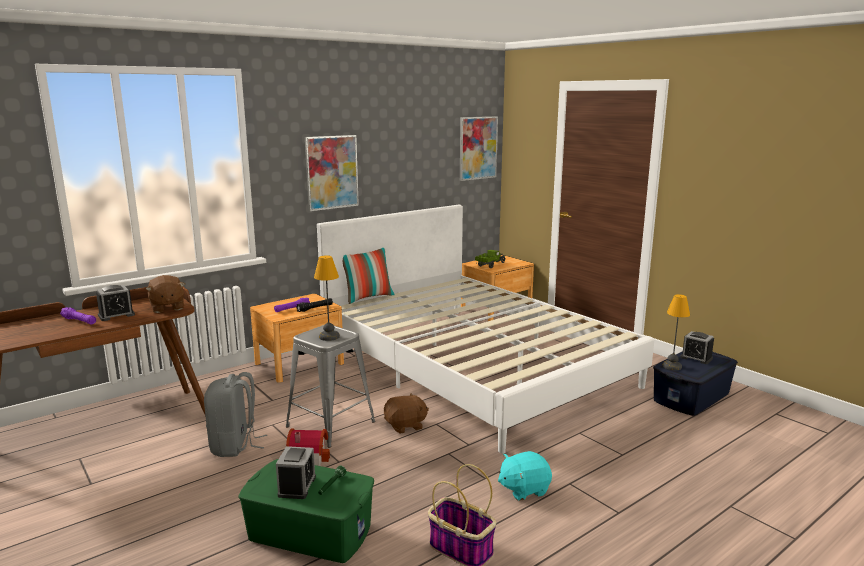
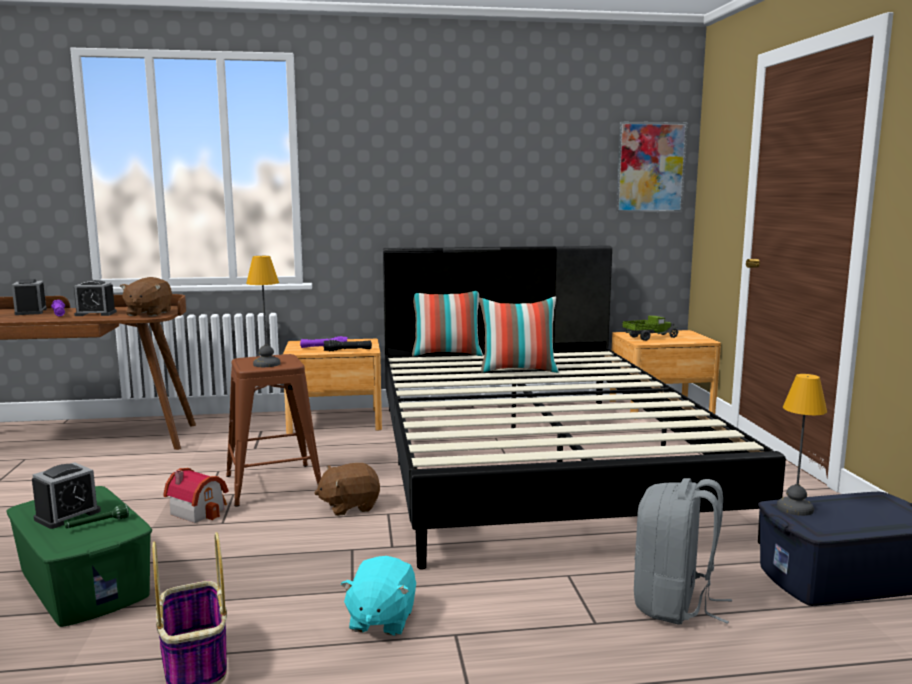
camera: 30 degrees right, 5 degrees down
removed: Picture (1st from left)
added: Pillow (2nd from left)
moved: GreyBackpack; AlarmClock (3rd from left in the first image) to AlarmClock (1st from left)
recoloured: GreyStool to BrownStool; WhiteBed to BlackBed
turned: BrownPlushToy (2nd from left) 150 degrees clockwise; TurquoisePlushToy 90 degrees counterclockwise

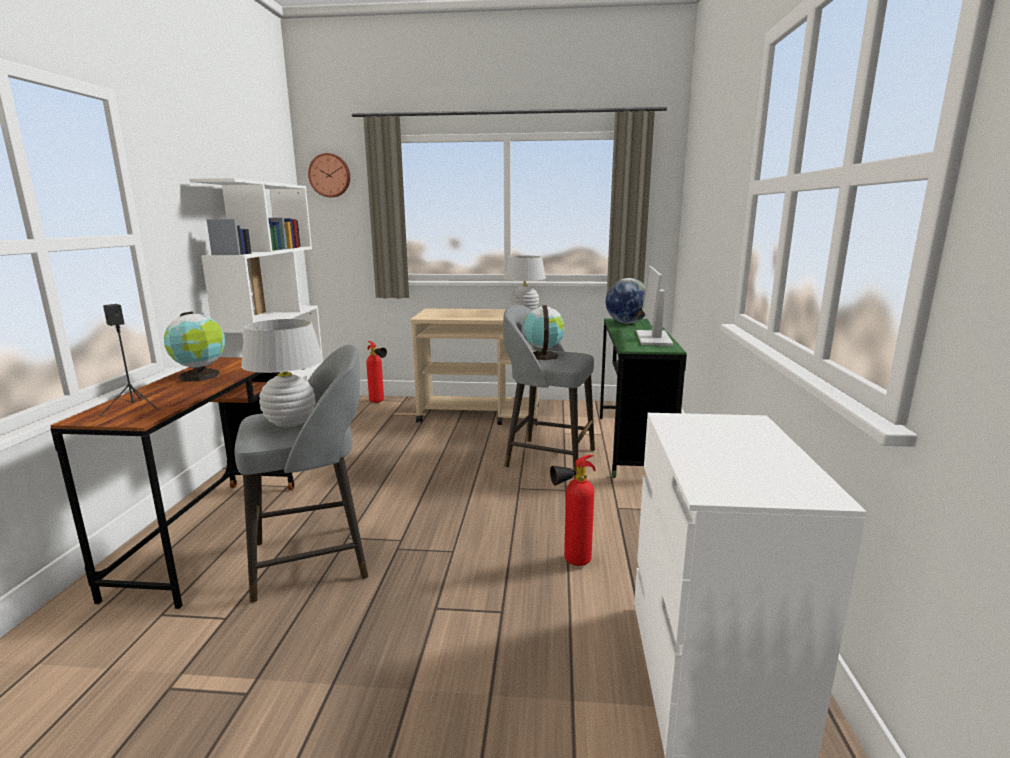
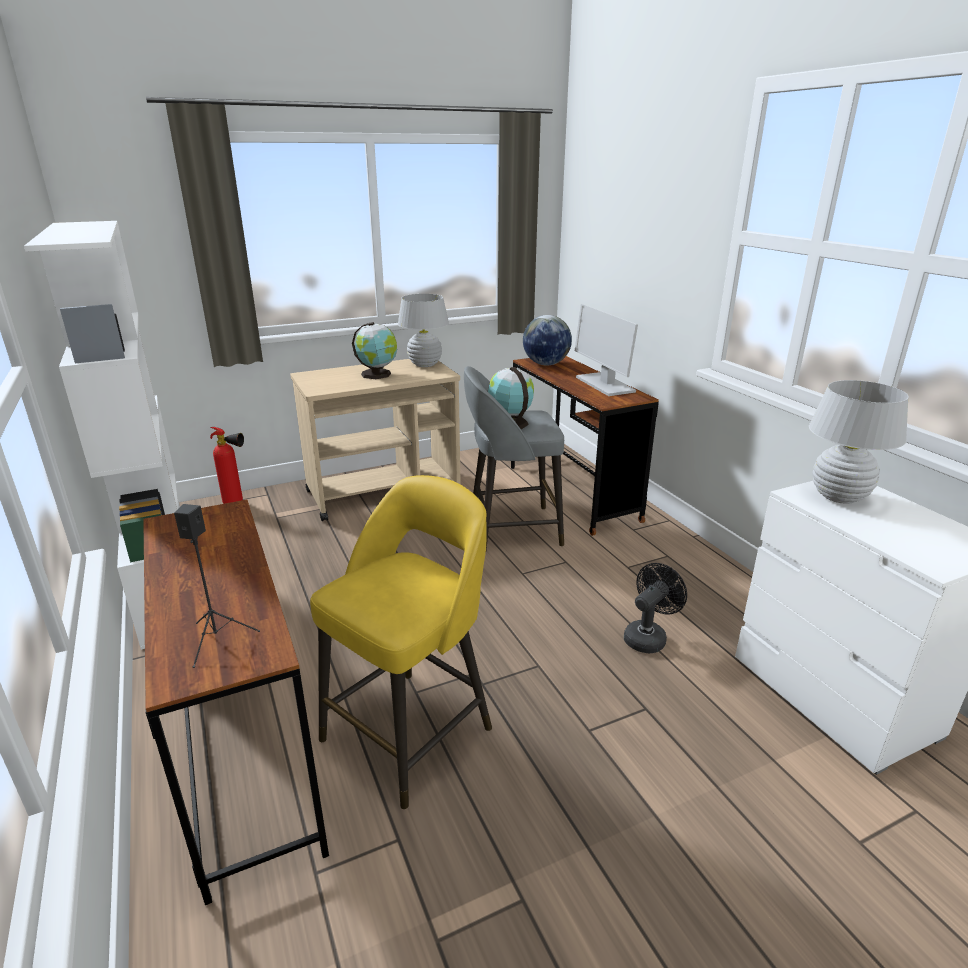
camera: 30 degrees left, 10 degrees up
removed: WallClock
moved: Globe (1st from left); WhiteTableLamp (1st from left in the first image) to WhiteTableLamp (2nd from left)
replaced: FireExtinguisher (2nd from left) to BlackFan
recoloured: GreyStool (1st from left) to YellowStool; GreenDesk to BrownDesk (2nd from left)

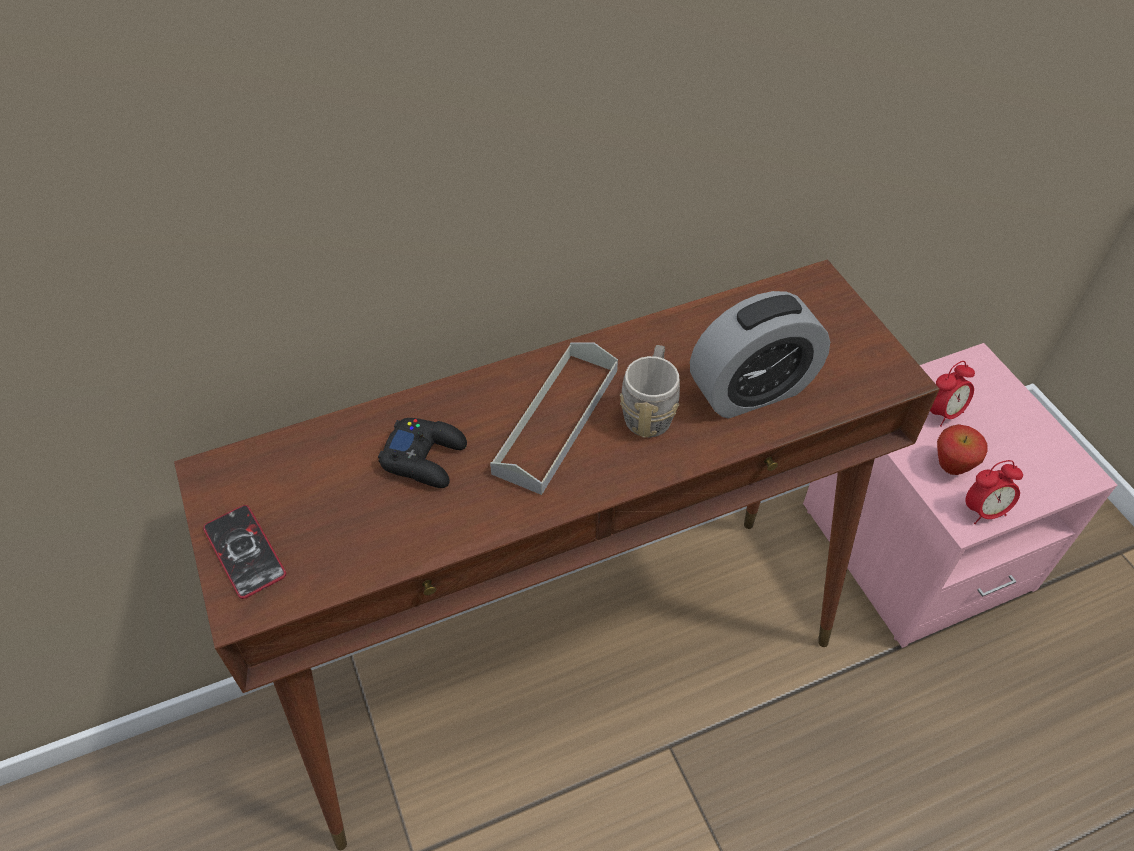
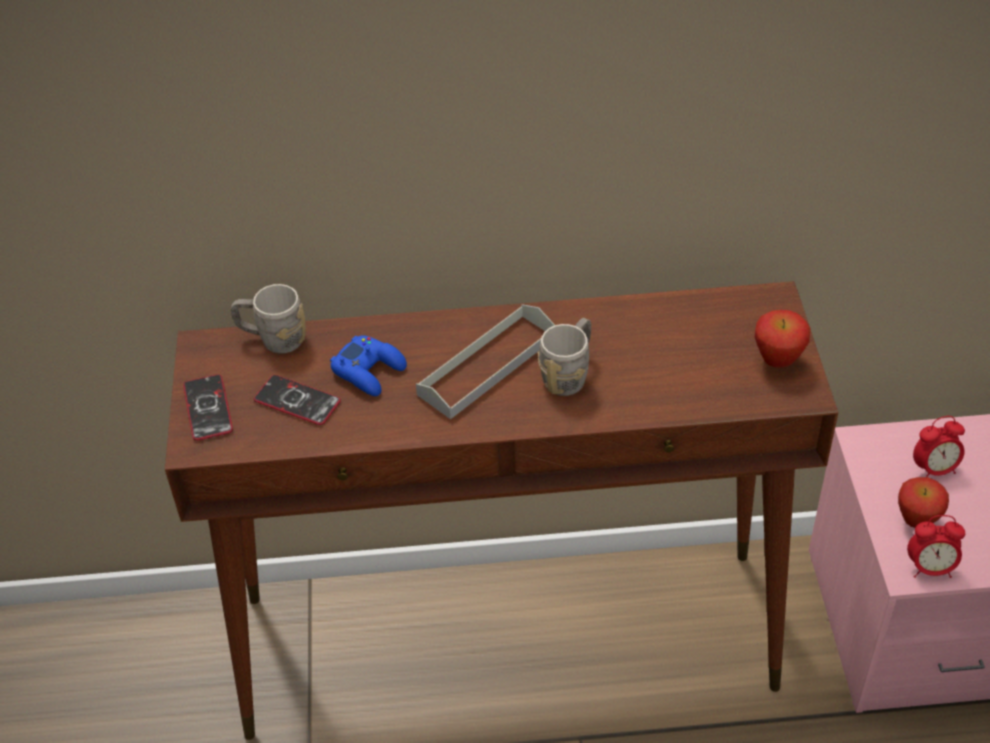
camera: 20 degrees right, 5 degrees down
removed: AlarmClock (1st from left)
added: GreyMug (1st from left); Phone (2nd from left); Apple (1st from left)
recoloured: BlackGameController to BlueGameController

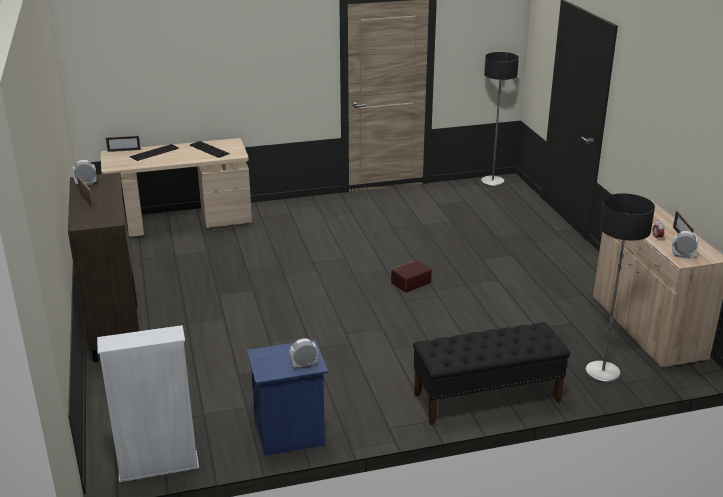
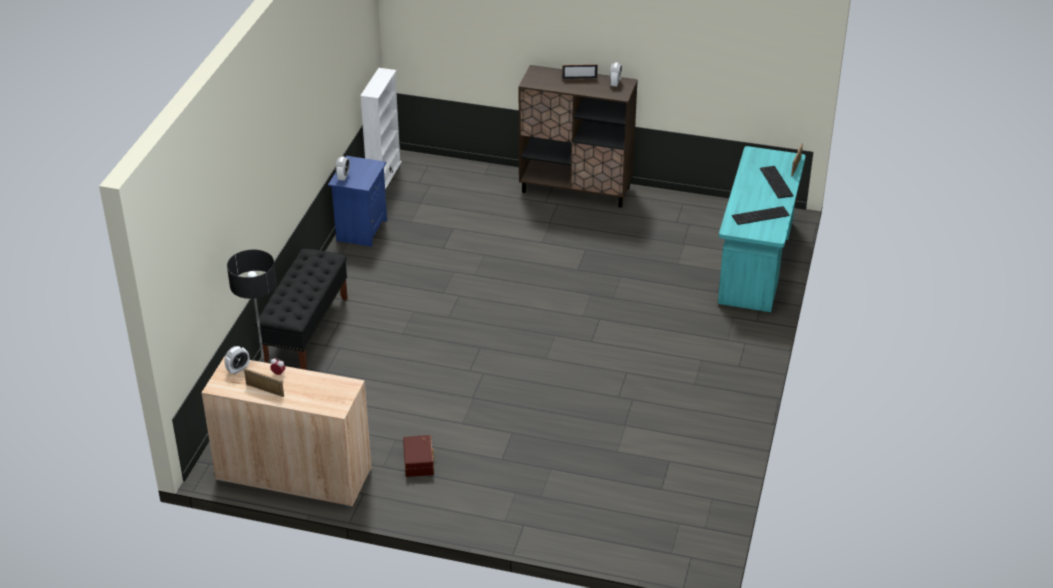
camera: 120 degrees right, 10 degrees up
removed: FloorLamp (1st from left)
moved: BrownStorageBox
recoloured: BeigeDesk to TurquoiseDesk

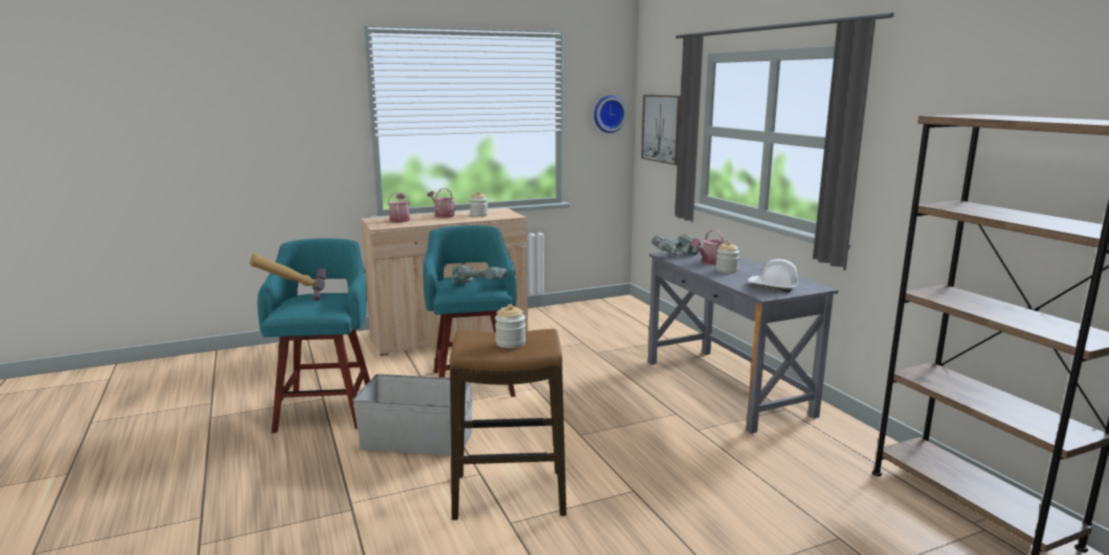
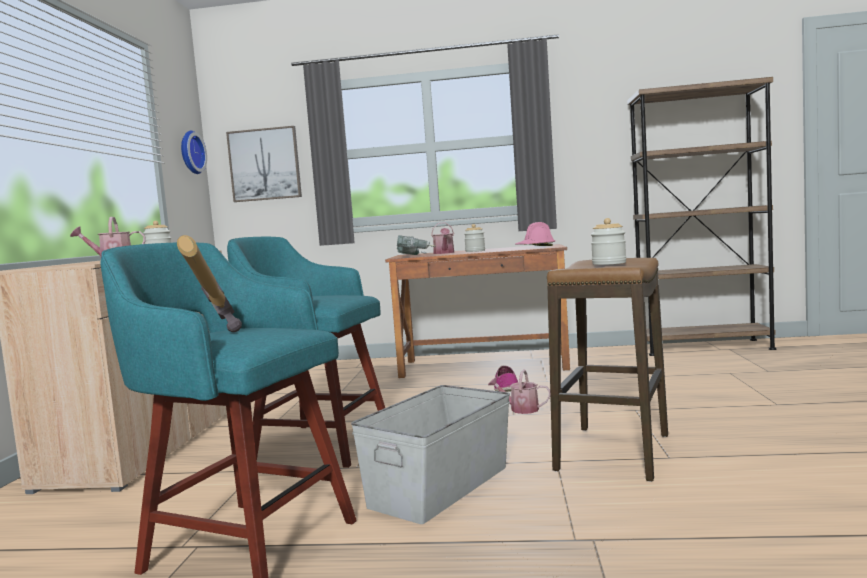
camera: 60 degrees left, 10 degrees down
removed: PowerDrill (1st from left)
added: Shoe
moved: WateringCan (1st from left in the first image) to WateringCan (3rd from left)
recoloured: GreyDesk to BrownDesk; WhiteHardHat to PinkHardHat

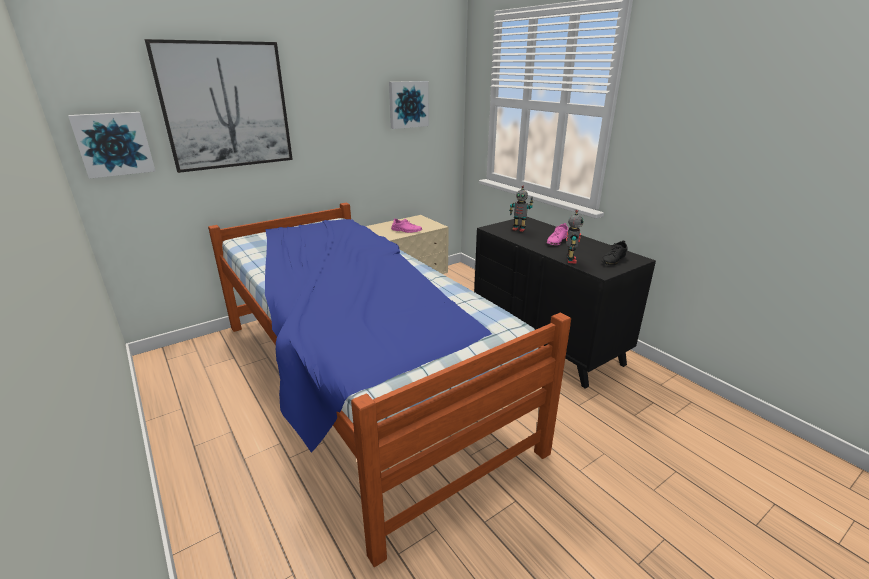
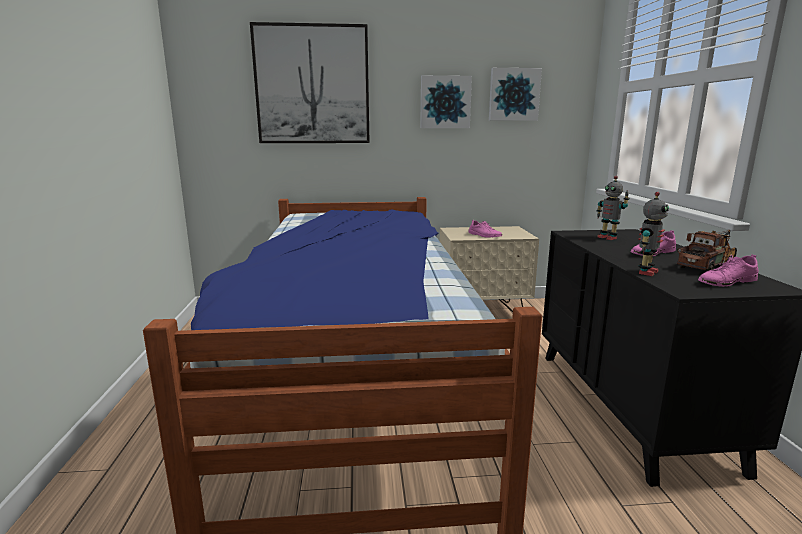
camera: 30 degrees right, 10 degrees down
added: ToyTruck
moved: Picture (1st from left in the first image) to Picture (2nd from left)
recoloured: BlackShoe to PinkShoe (3rd from left)

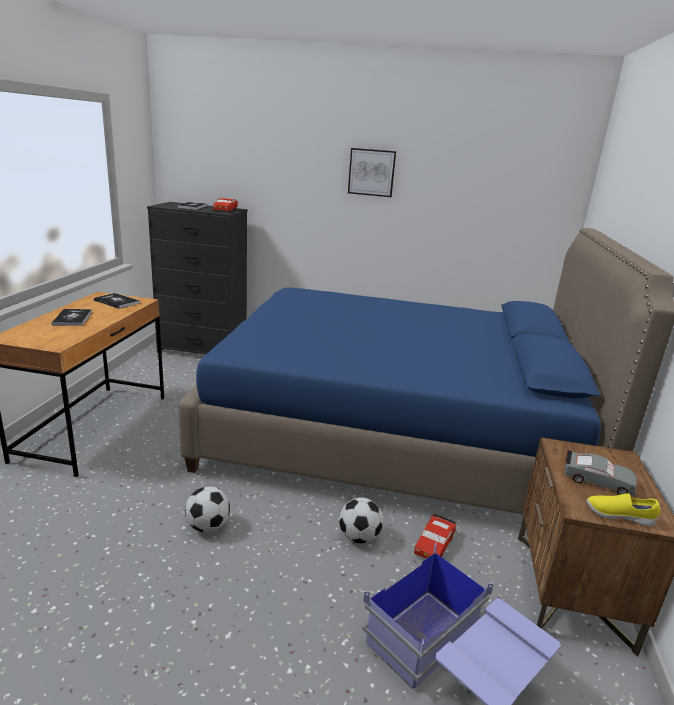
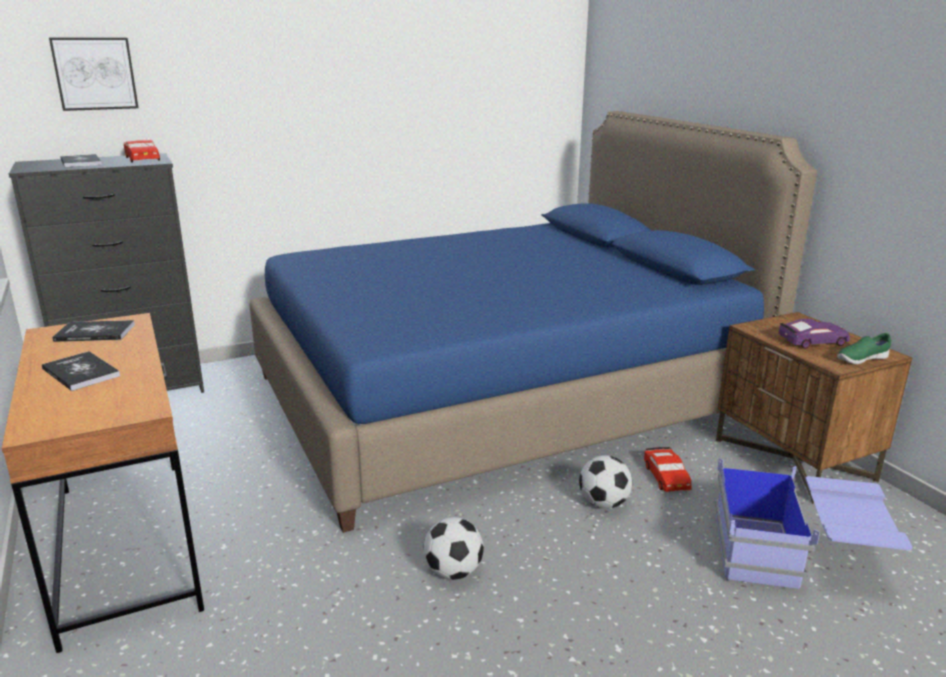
camera: 35 degrees left, 0 degrees up
moved: Picture
recoloured: GreyToyCar to PurpleToyCar; YellowShoe to GreenShoe

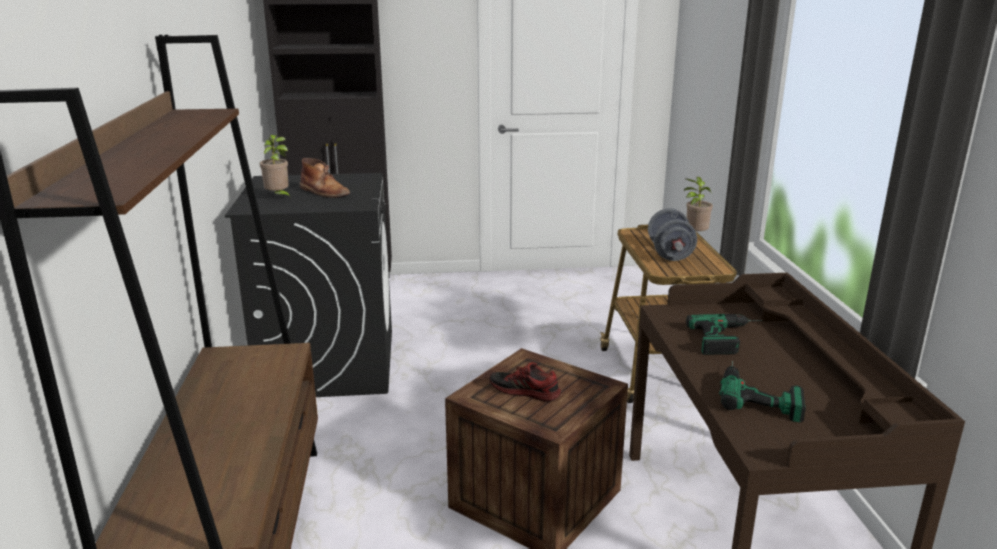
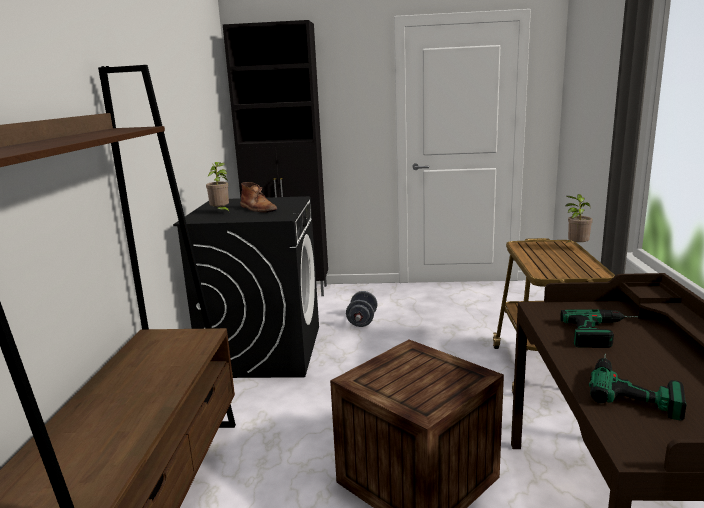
camera: 10 degrees right, 5 degrees down
removed: Shoe
moved: GreyDumbbell

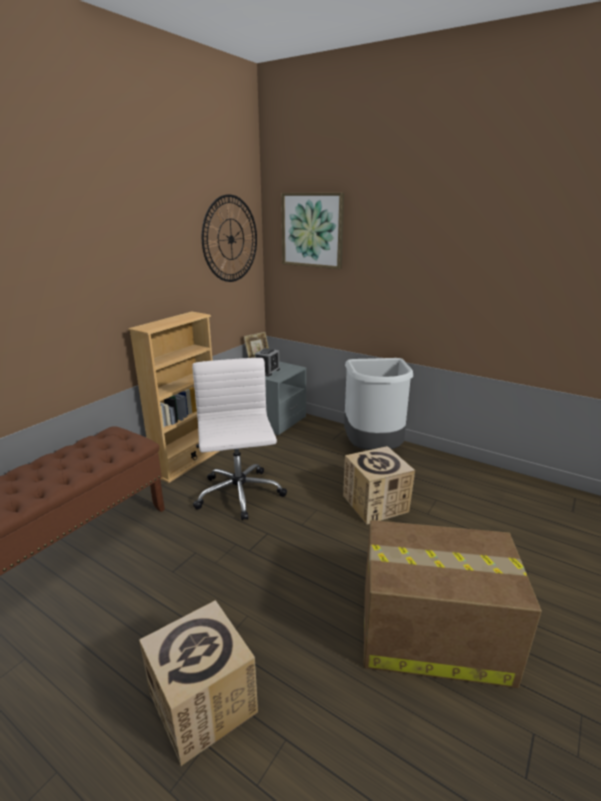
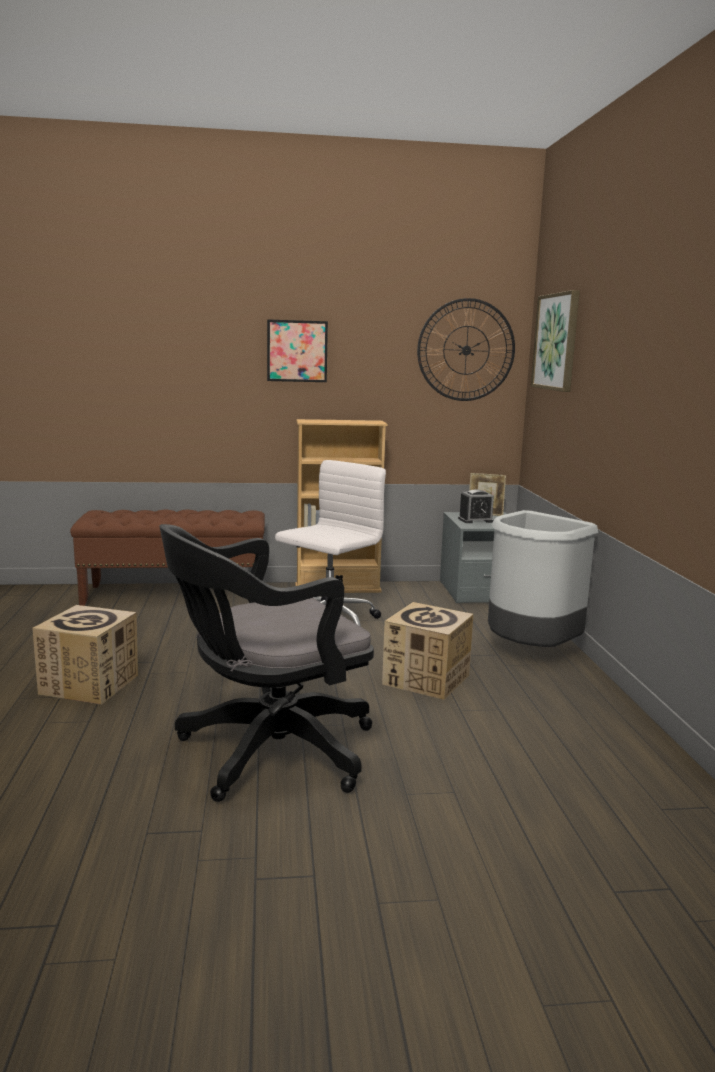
camera: 50 degrees right, 10 degrees down
added: Picture (1st from left)
replaced: CardboardBox (3rd from left) to BlackOfficeChair

